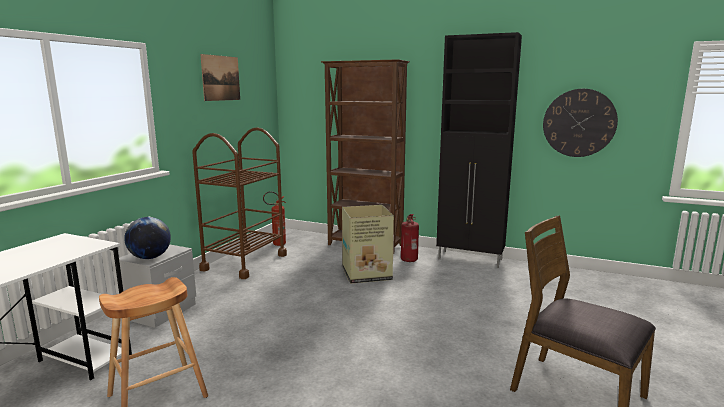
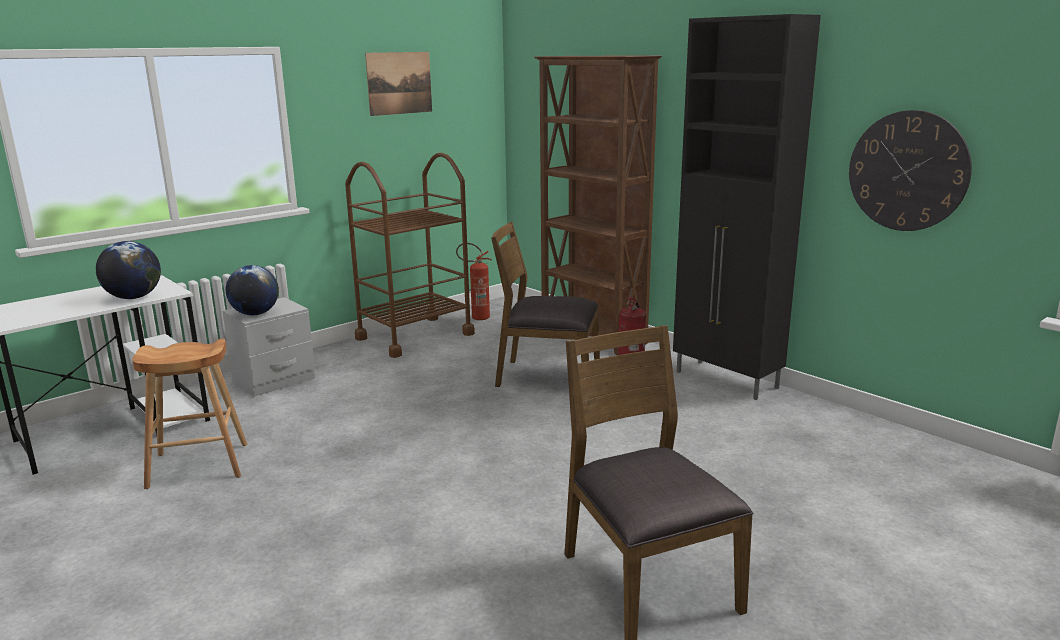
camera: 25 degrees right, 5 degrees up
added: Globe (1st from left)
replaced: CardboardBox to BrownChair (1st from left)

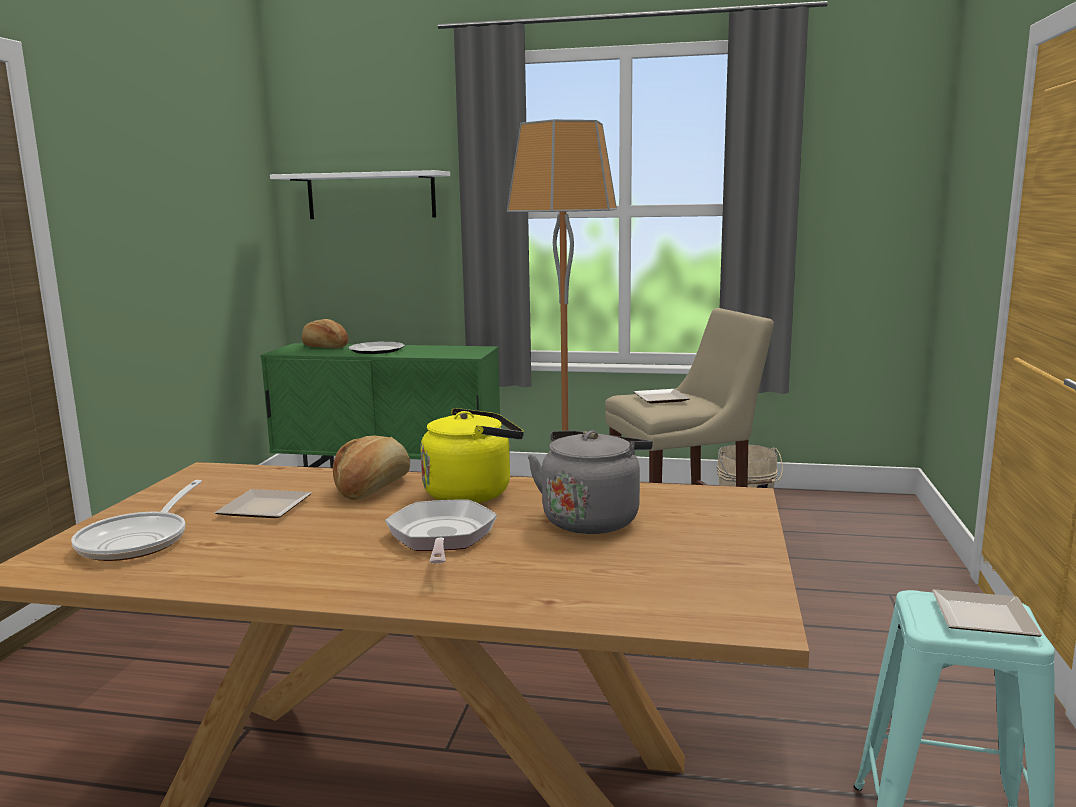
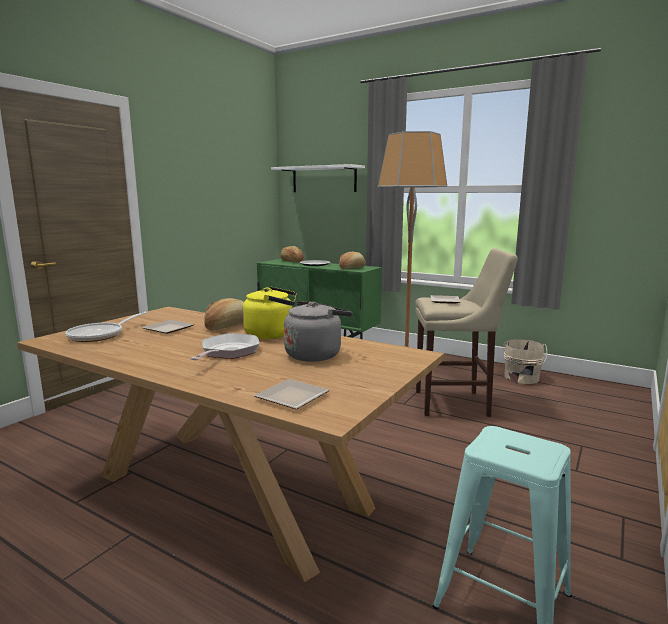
camera: 20 degrees right, 0 degrees up
added: Bread (3rd from left)
moved: Plate (4th from left in the first image) to Plate (2nd from left)

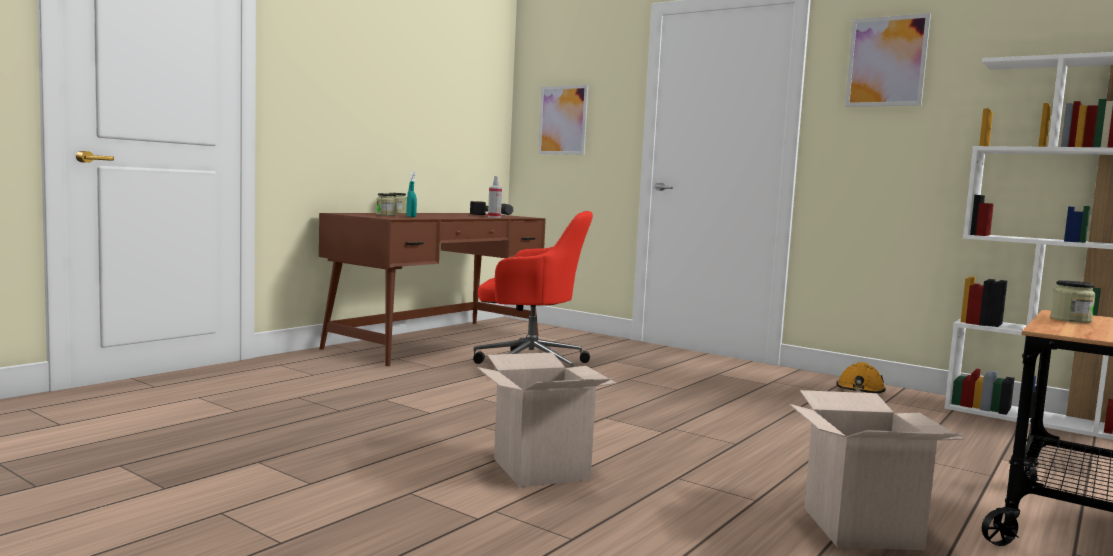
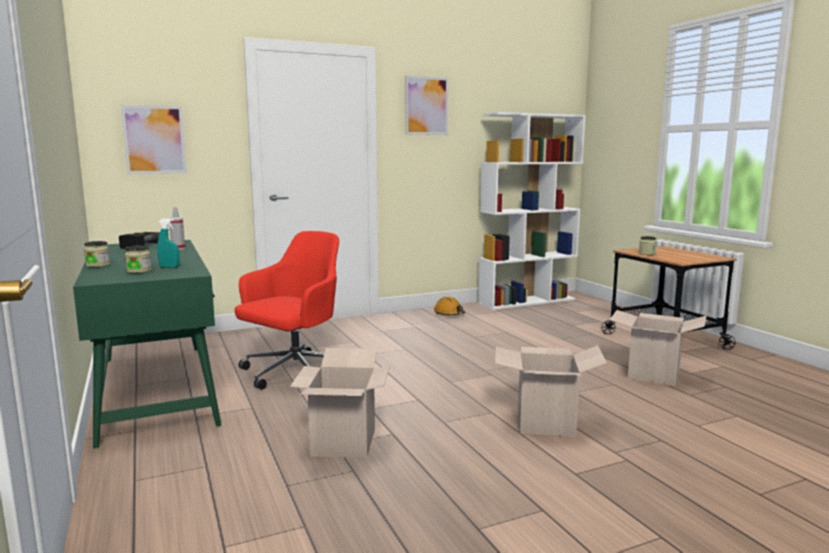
camera: 60 degrees left, 5 degrees up
added: CardboardBox (1st from left)
recoloured: BrownDesk to GreenDesk

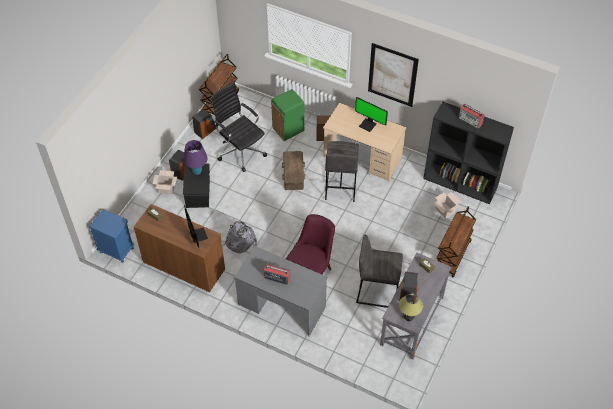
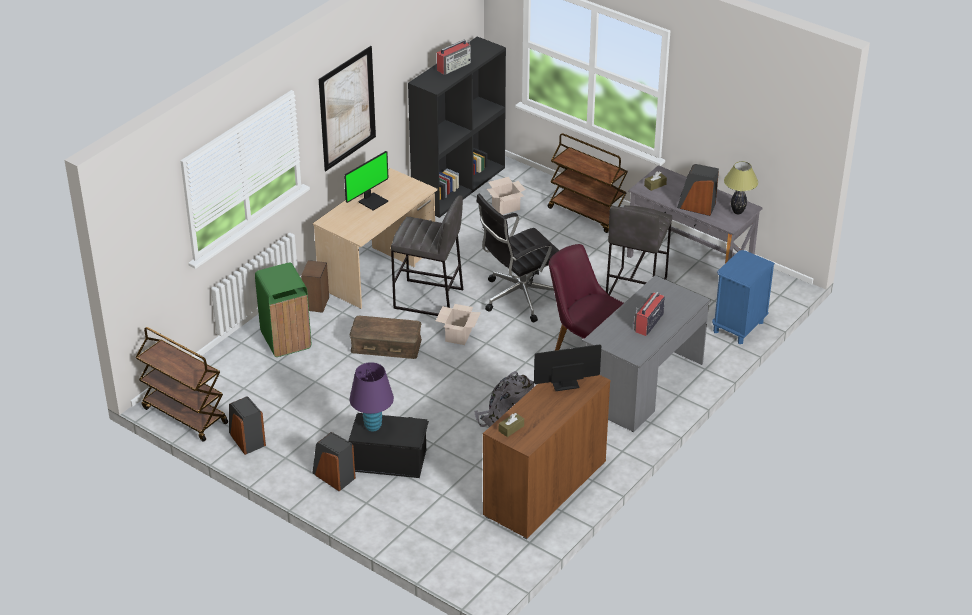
camera: 80 degrees left, 15 degrees down
moved: BlueNightstand; CardboardBox (1st from left); BlackOfficeChair

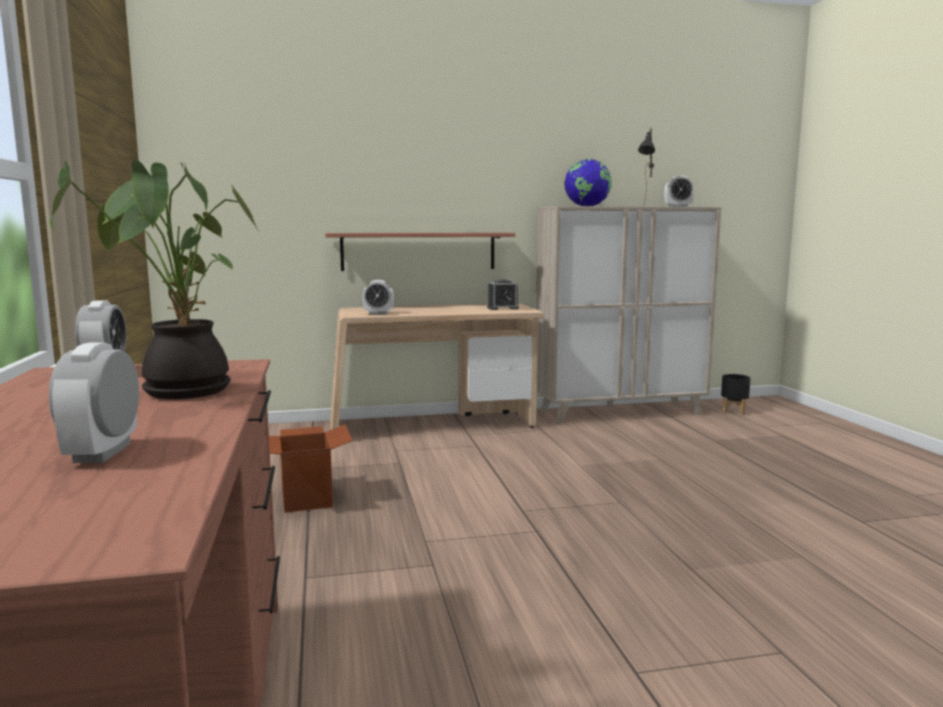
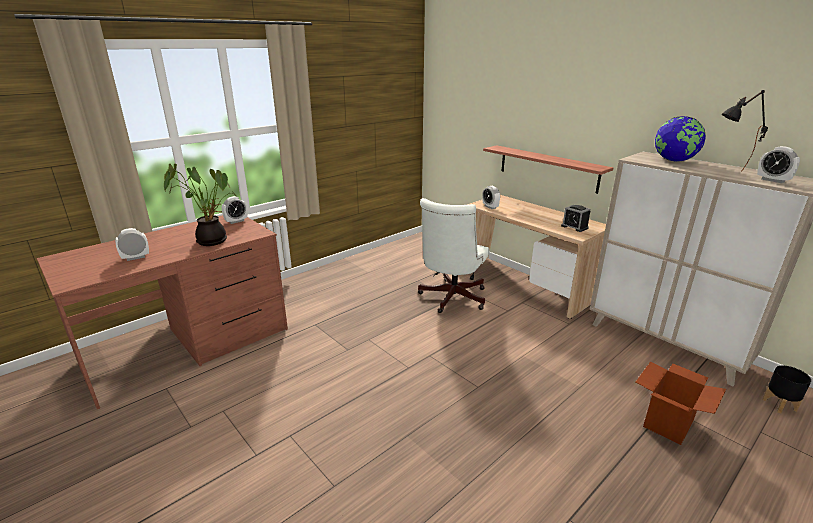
camera: 60 degrees right, 15 degrees up
added: WhiteOfficeChair
moved: CardboardBox

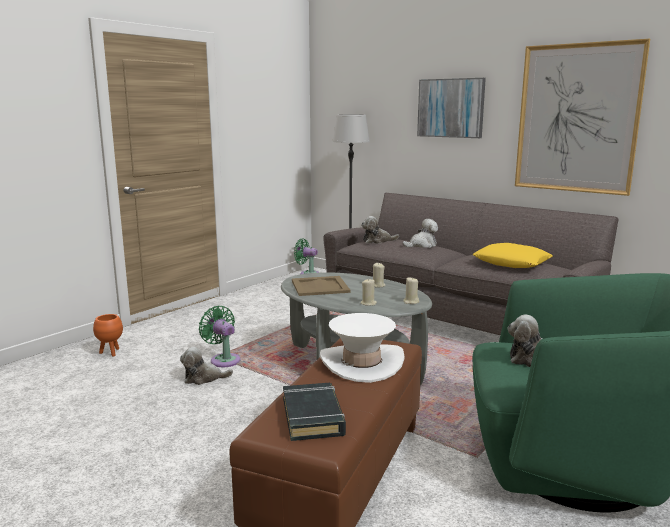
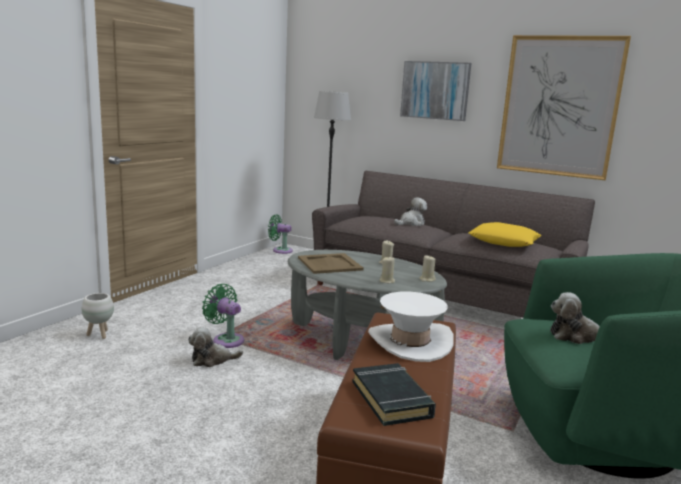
camera: 10 degrees left, 0 degrees up
removed: PlushToy (2nd from left)
recoloured: OrangePlanter to WhitePlanter

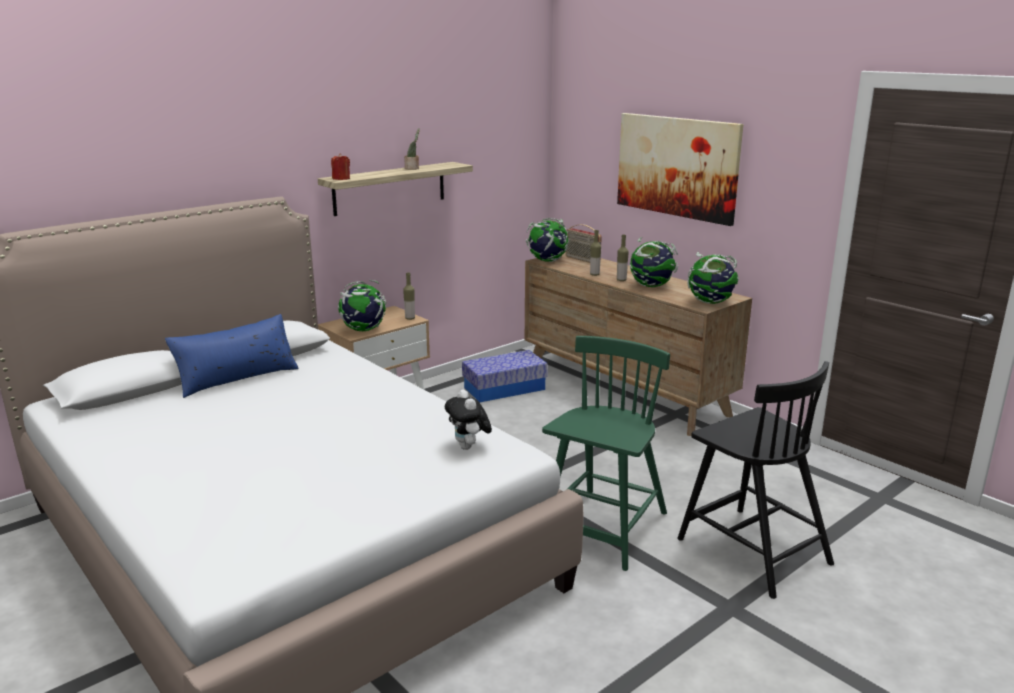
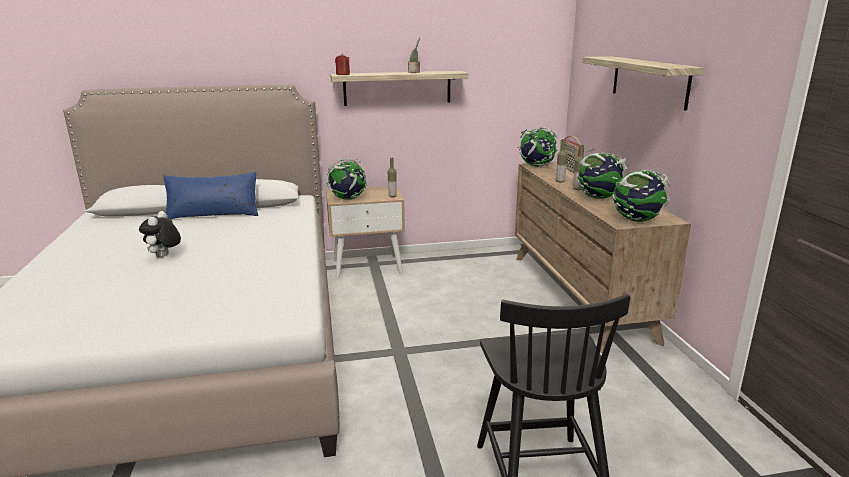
camera: 30 degrees right, 0 degrees up
removed: StorageBox; GreenChair
moved: PlushToy
replaced: Picture to Shelf (2nd from left)

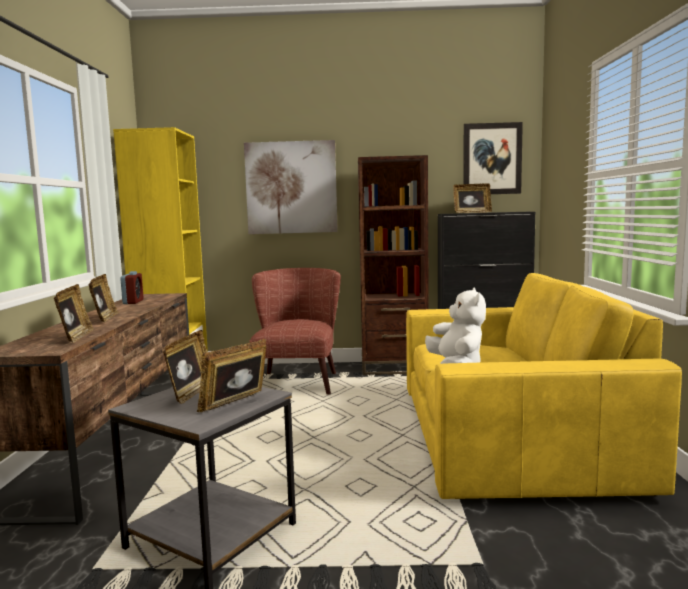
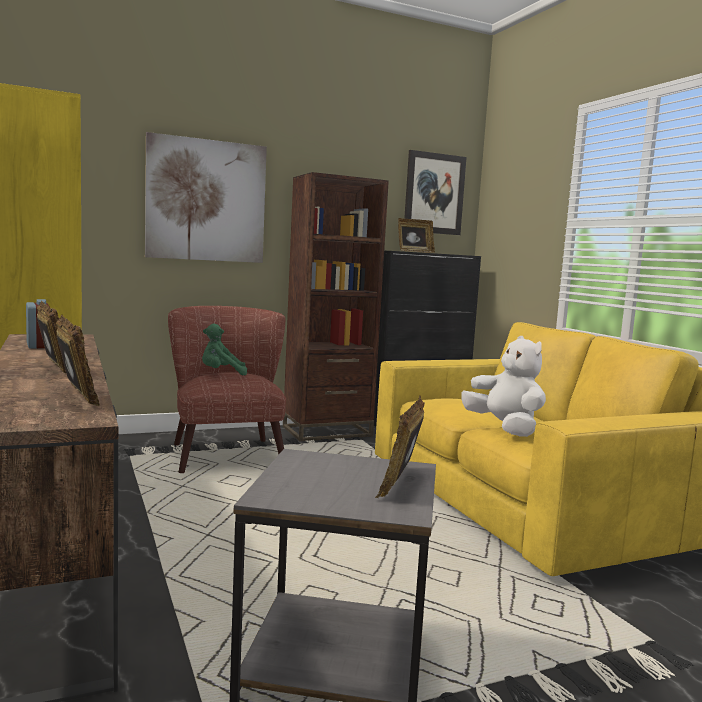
camera: 25 degrees left, 0 degrees up
removed: PictureFrame (3rd from left)
added: GreenPlushToy

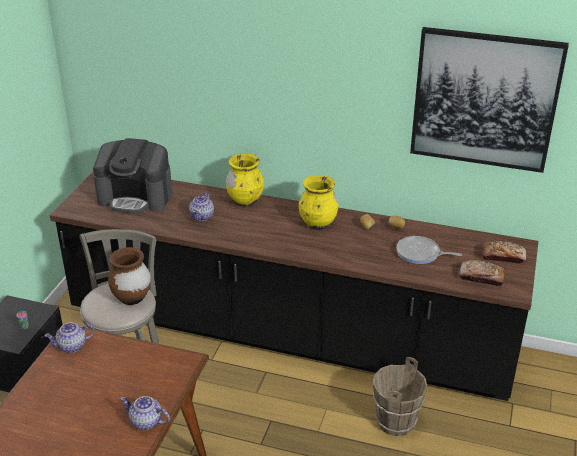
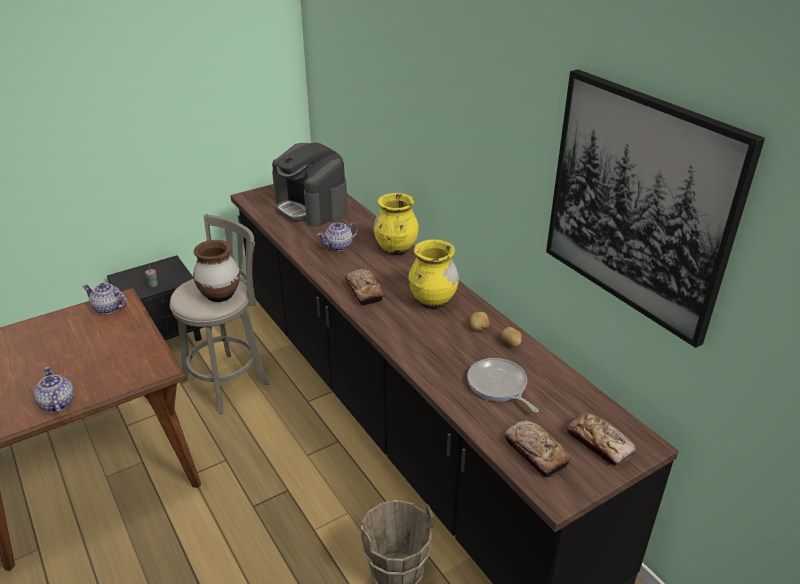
camera: 40 degrees right, 0 degrees up
added: Bread (1st from left)

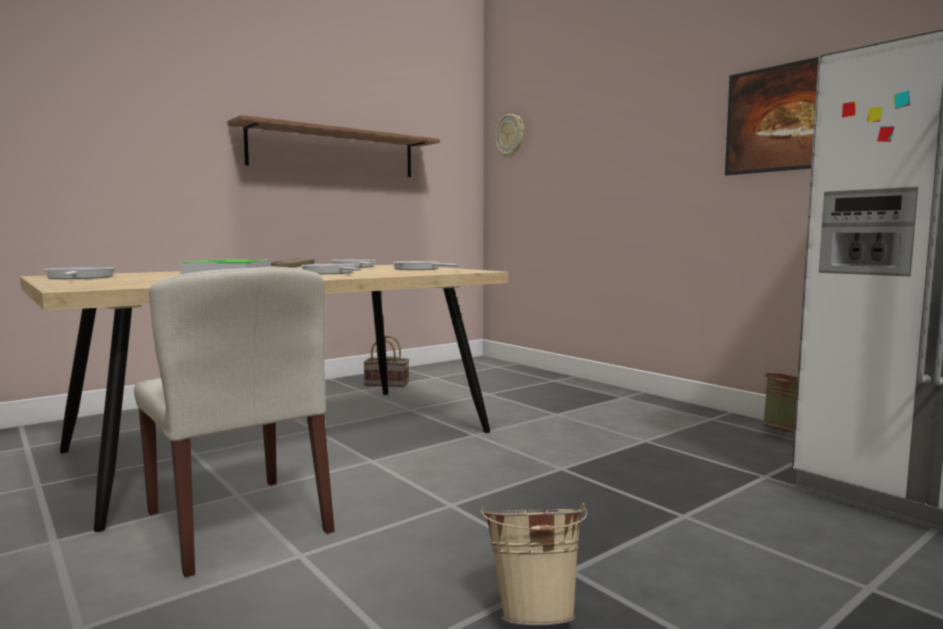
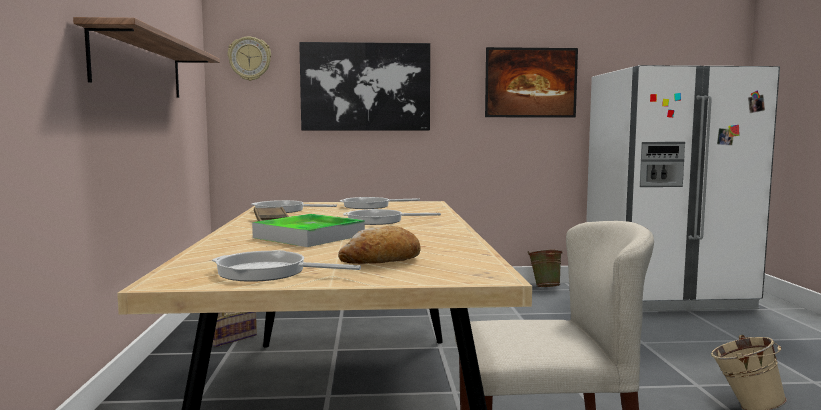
camera: 55 degrees left, 0 degrees up
added: Picture (1st from left); Bread

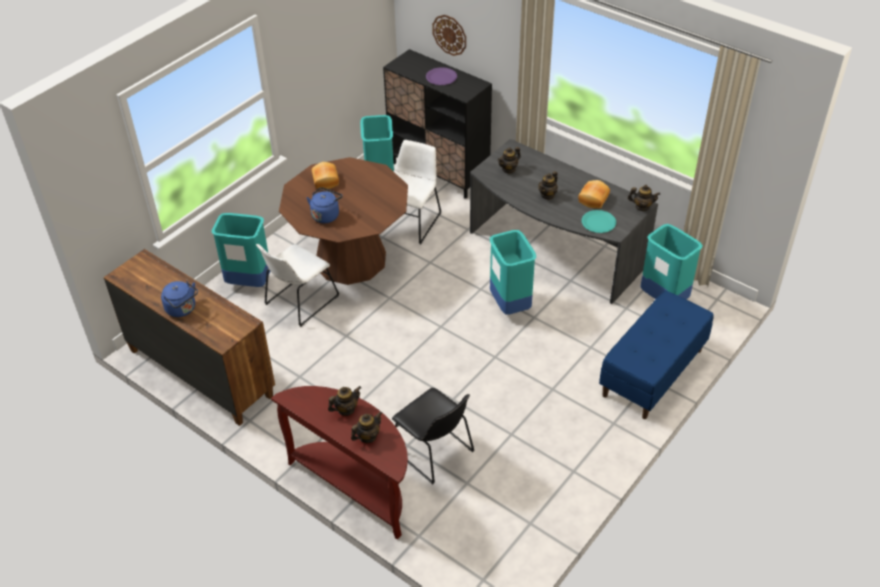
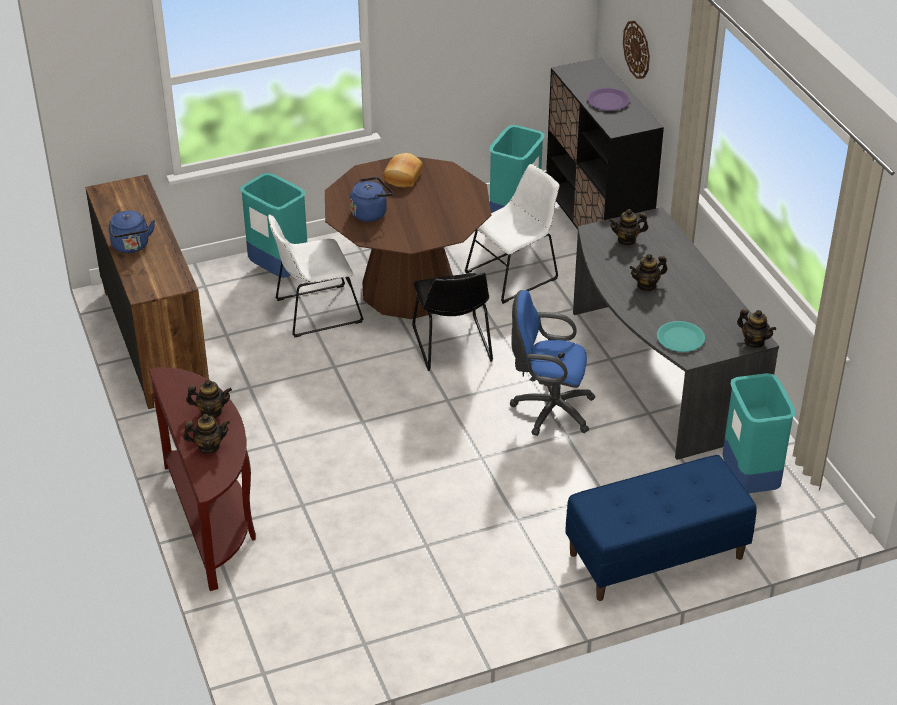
camera: 30 degrees right, 5 degrees down
removed: Bread (2nd from left)
moved: BlackChair
replaced: TurquoiseTrashCan (3rd from left) to BlueOfficeChair

